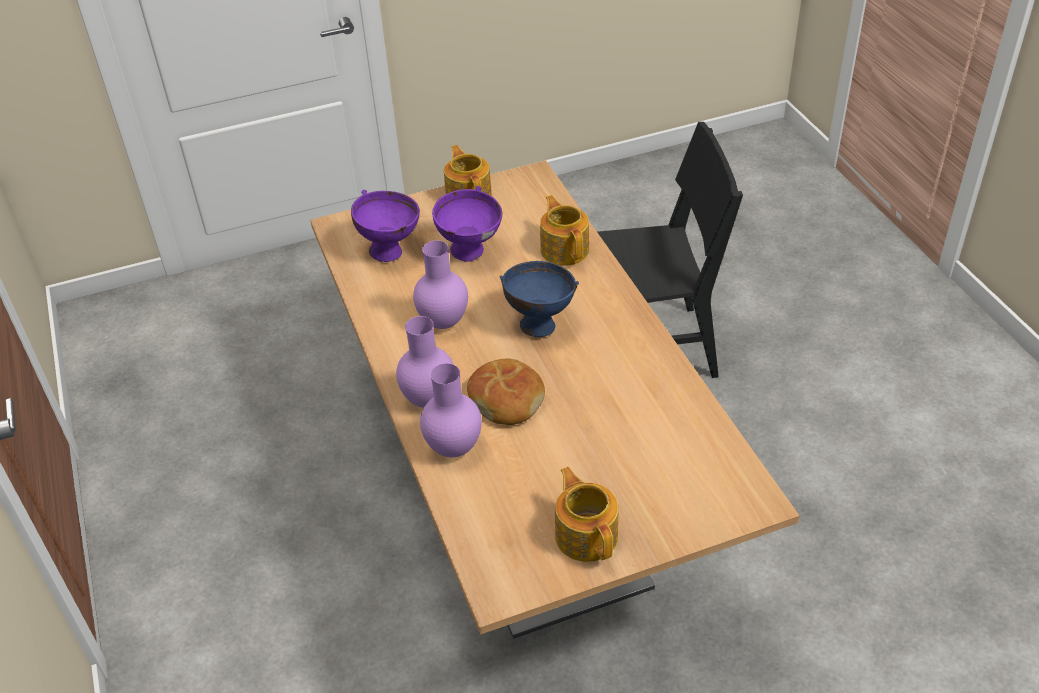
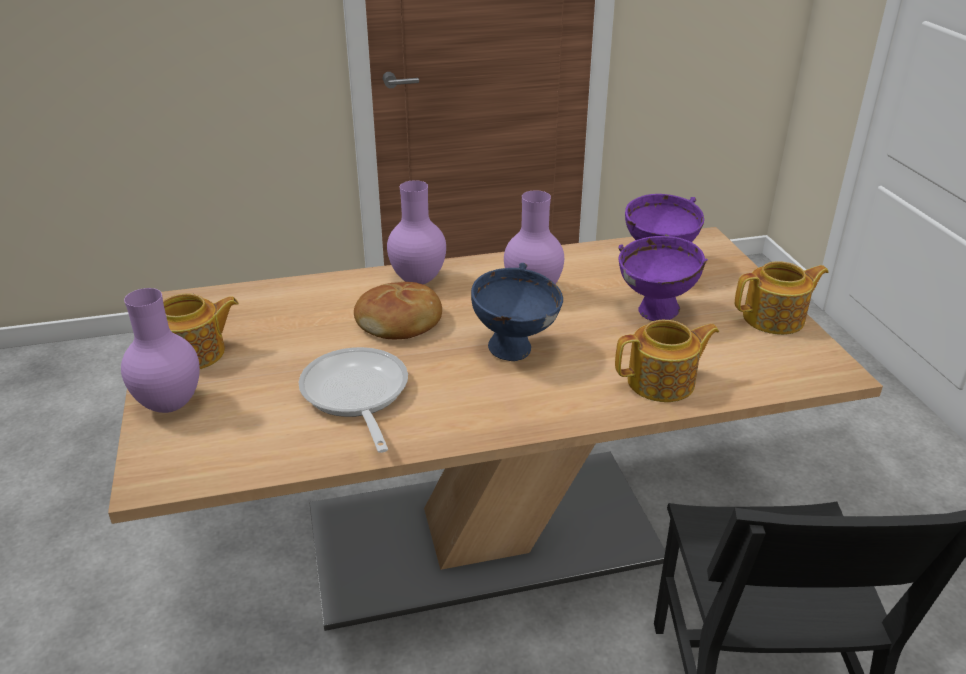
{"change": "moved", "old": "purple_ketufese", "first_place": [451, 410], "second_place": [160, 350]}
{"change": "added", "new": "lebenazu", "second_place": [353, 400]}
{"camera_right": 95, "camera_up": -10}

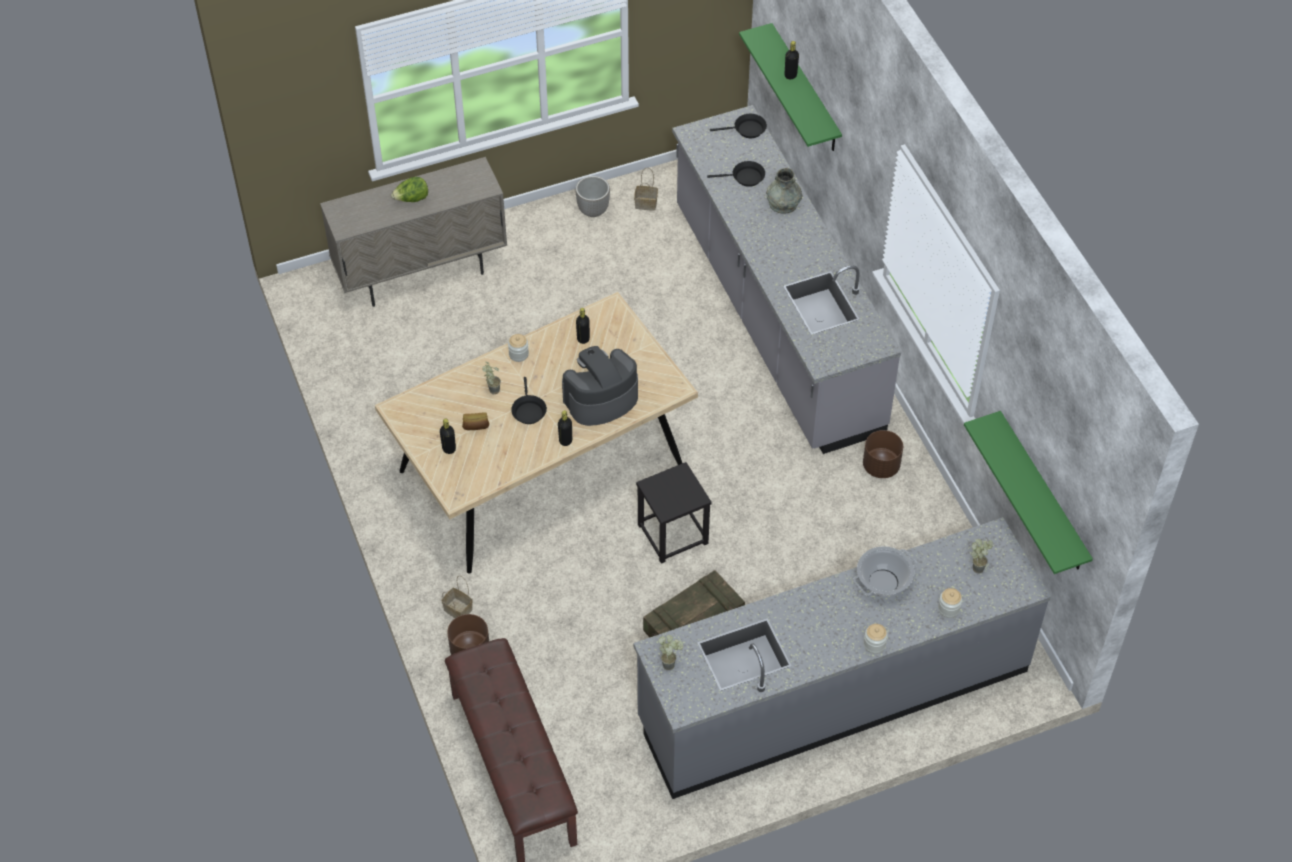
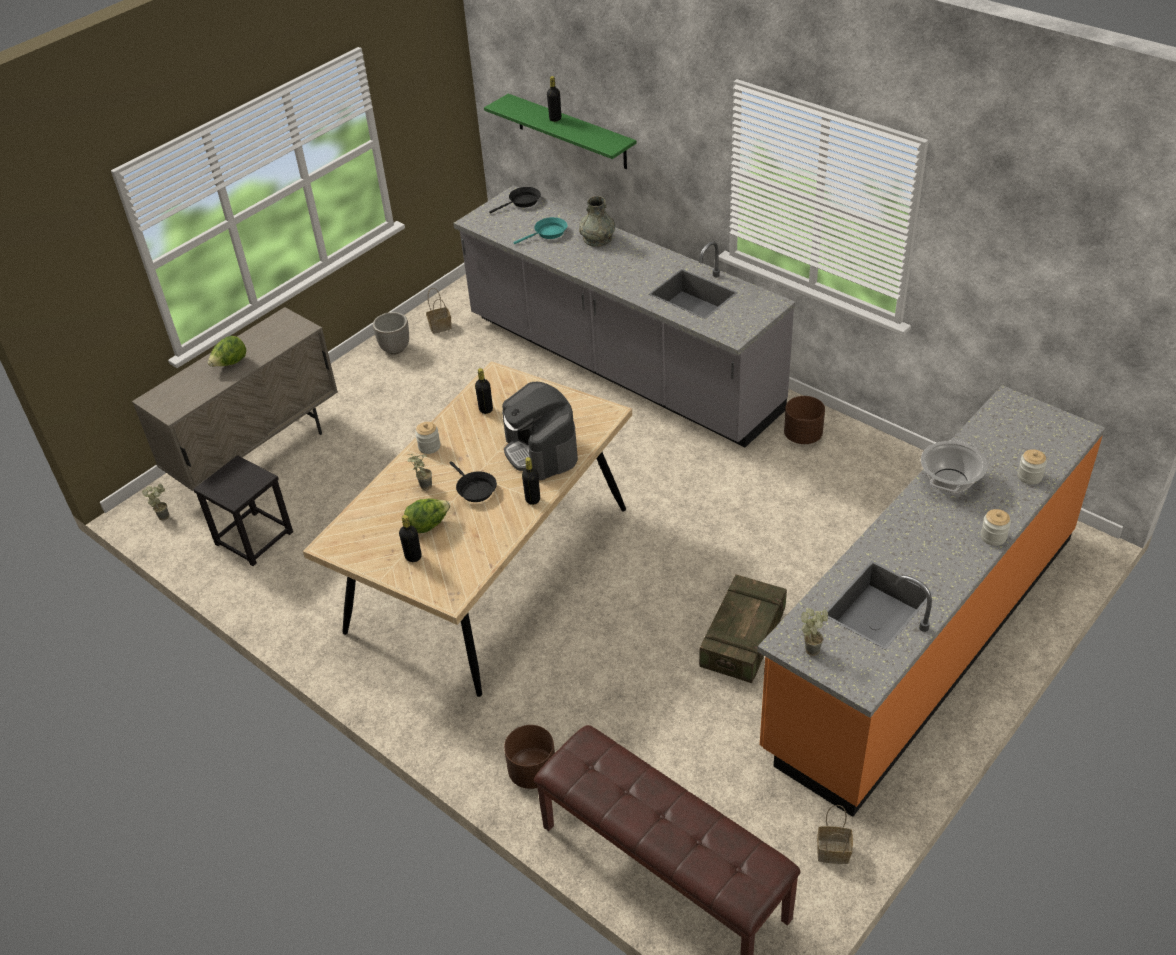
{"change": "recoloured", "old": "black_lebenazu", "new": "turquoise_lebenazu", "first_place": [736, 174], "second_place": [540, 230]}
{"change": "turned", "old": "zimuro", "first_place": [600, 386], "second_place": [540, 431], "degrees": -60}
{"change": "removed", "old": "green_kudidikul", "first_place": [1028, 492]}
{"change": "replaced", "old": "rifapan", "new": "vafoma", "first_place": [475, 421], "second_place": [427, 516]}
{"change": "moved", "old": "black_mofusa", "first_place": [674, 513], "second_place": [243, 510]}
{"change": "recoloured", "old": "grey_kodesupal", "new": "orange_kodesupal", "first_place": [842, 658], "second_place": [931, 601]}
{"change": "moved", "old": "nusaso", "first_place": [982, 556], "second_place": [155, 502]}
{"change": "moved", "old": "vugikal", "first_place": [457, 597], "second_place": [835, 834]}
{"camera_right": -25, "camera_up": -10}

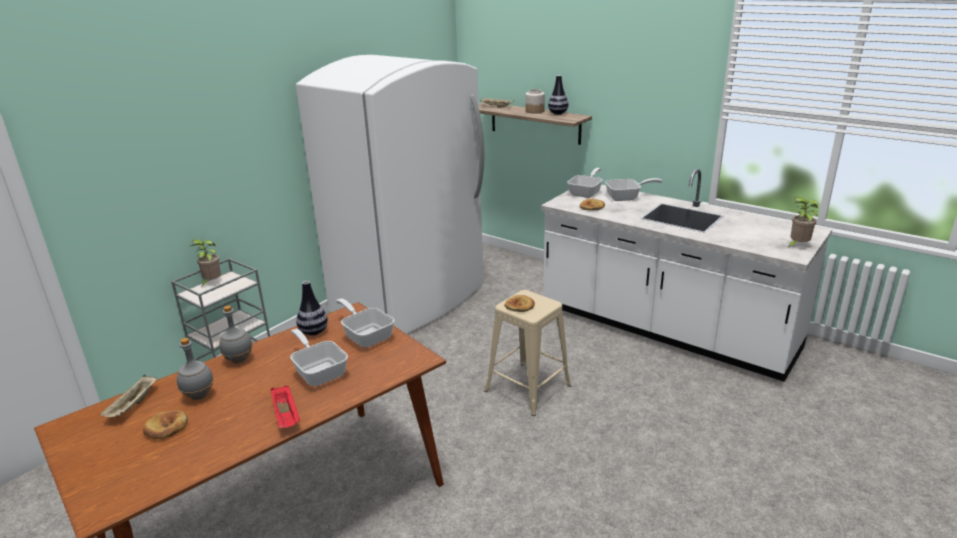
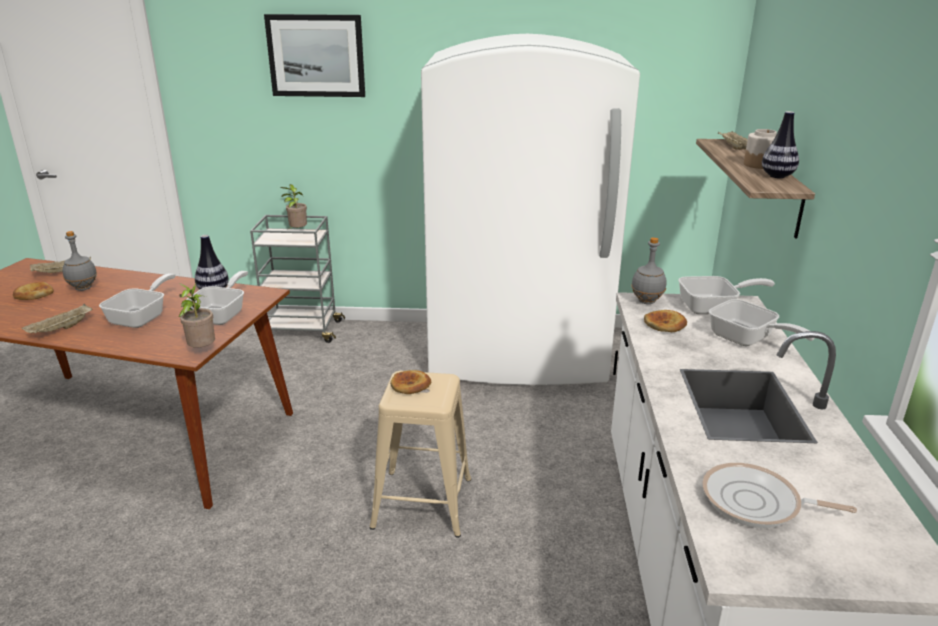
{"change": "moved", "old": "nusaso", "first_place": [804, 222], "second_place": [197, 314]}
{"change": "moved", "old": "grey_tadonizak", "first_place": [236, 335], "second_place": [649, 270]}
{"change": "recoloured", "old": "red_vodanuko", "new": "beige_vodanuko", "first_place": [285, 406], "second_place": [57, 318]}
{"change": "added", "new": "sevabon", "second_place": [314, 55]}
{"change": "added", "new": "lebenazu", "second_place": [779, 495]}
{"camera_right": 55, "camera_up": 0}

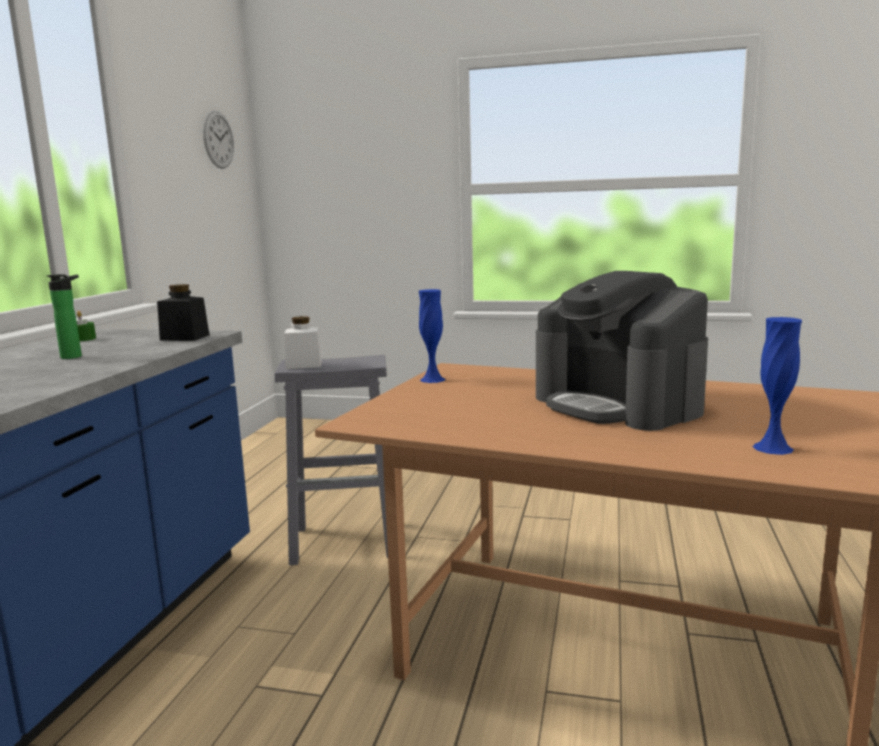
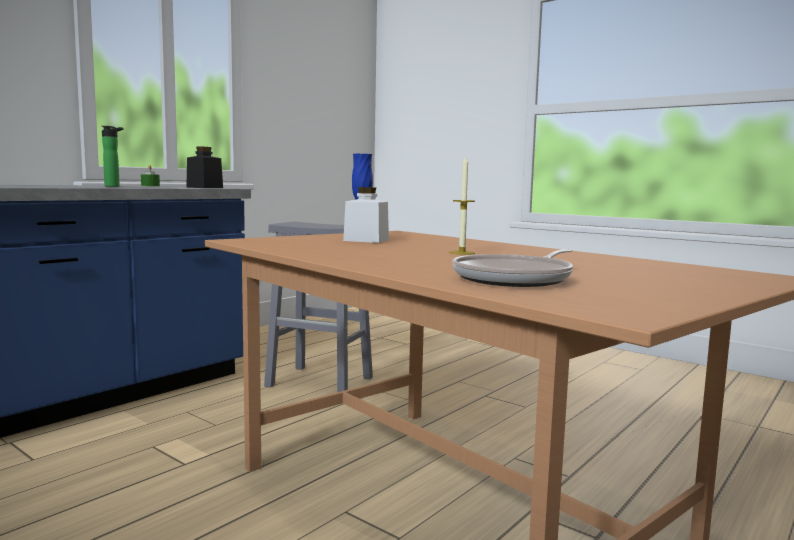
{"change": "removed", "old": "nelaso", "first_place": [218, 140]}
{"change": "replaced", "old": "zimuro", "new": "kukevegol", "first_place": [622, 351], "second_place": [462, 205]}
{"change": "moved", "old": "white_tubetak", "first_place": [303, 342], "second_place": [366, 215]}
{"change": "replaced", "old": "blue_ketufese", "new": "lebenazu", "first_place": [777, 386], "second_place": [512, 268]}
{"camera_right": 25, "camera_up": -5}

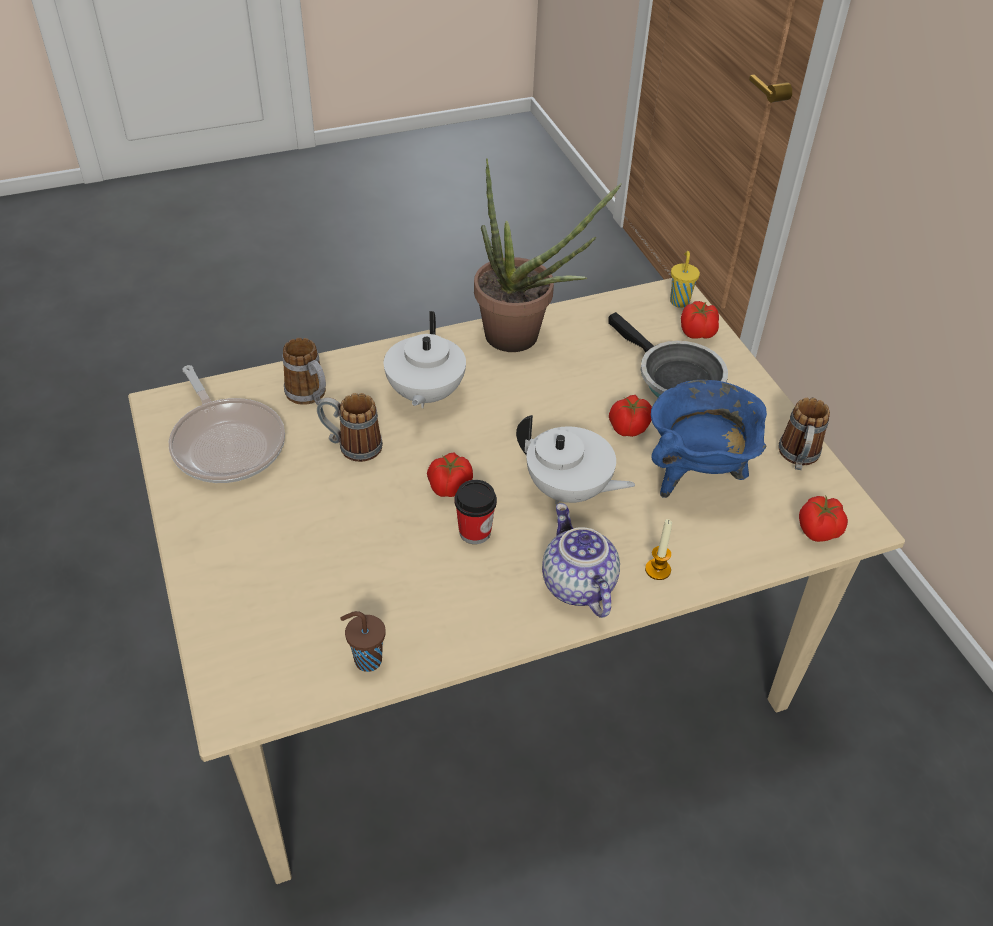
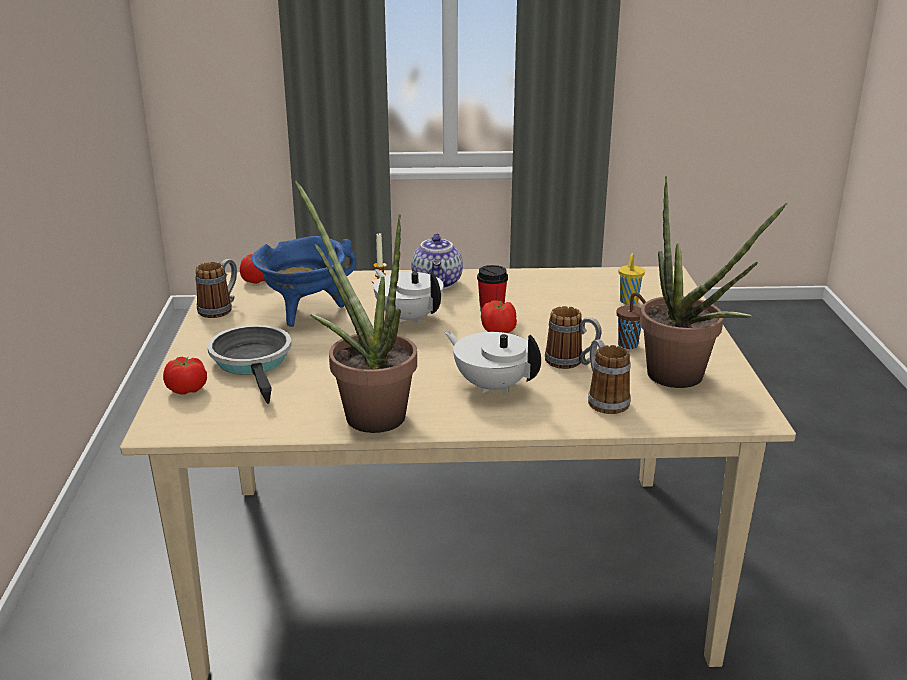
{"change": "moved", "old": "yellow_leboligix", "first_place": [685, 279], "second_place": [631, 279]}
{"change": "turned", "old": "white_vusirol", "first_place": [425, 359], "second_place": [493, 363], "degrees": -75}
{"change": "replaced", "old": "lebenazu", "new": "nusaso", "first_place": [227, 424], "second_place": [713, 281]}
{"change": "removed", "old": "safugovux", "first_place": [630, 416]}
{"change": "moved", "old": "brown_leboligix", "first_place": [363, 641], "second_place": [631, 320]}
{"camera_right": -160, "camera_up": -20}

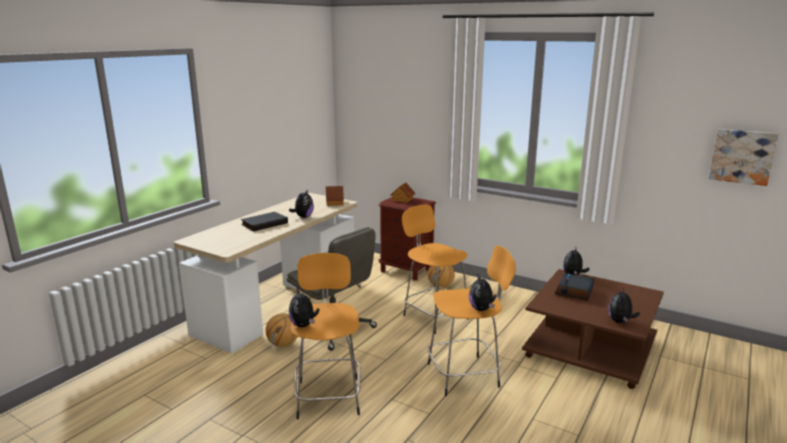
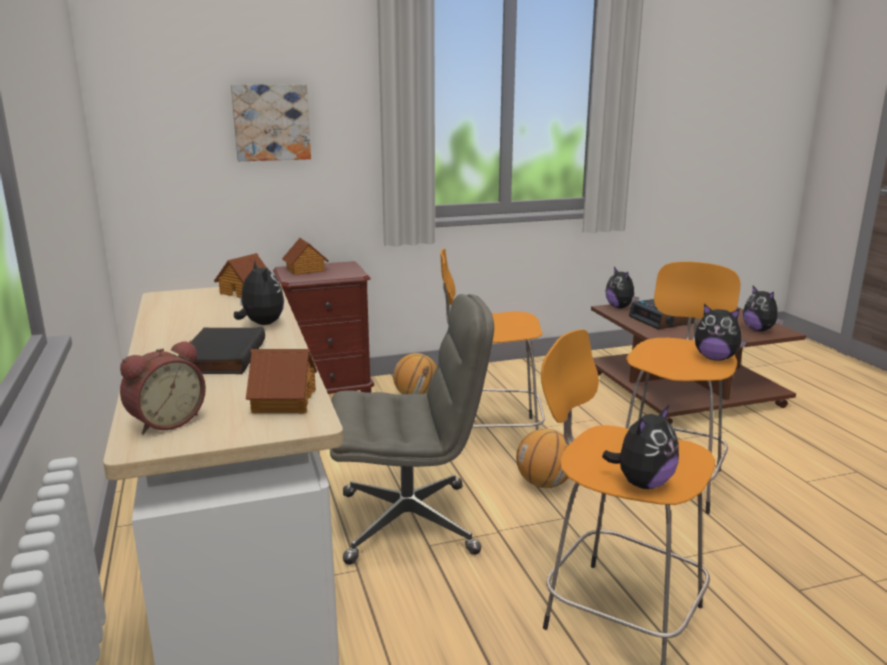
{"change": "moved", "old": "sevabon", "first_place": [744, 157], "second_place": [271, 122]}
{"change": "turned", "old": "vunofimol", "first_place": [304, 308], "second_place": [640, 447], "degrees": -60}
{"change": "moved", "old": "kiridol", "first_place": [281, 330], "second_place": [542, 458]}
{"change": "added", "new": "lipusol", "second_place": [163, 387]}
{"change": "added", "new": "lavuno", "second_place": [281, 381]}
{"camera_right": -50, "camera_up": 0}

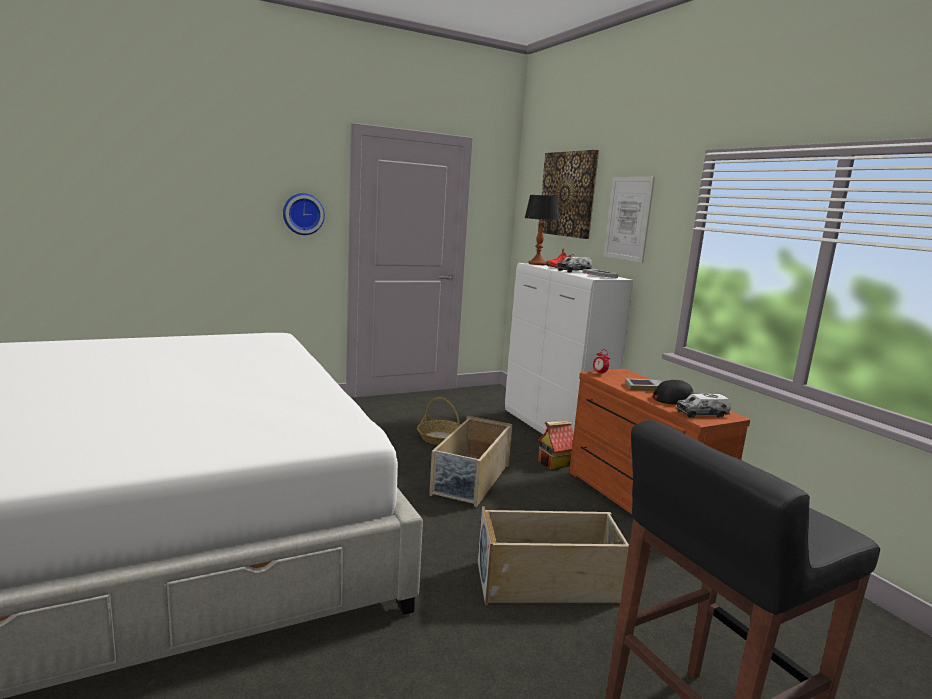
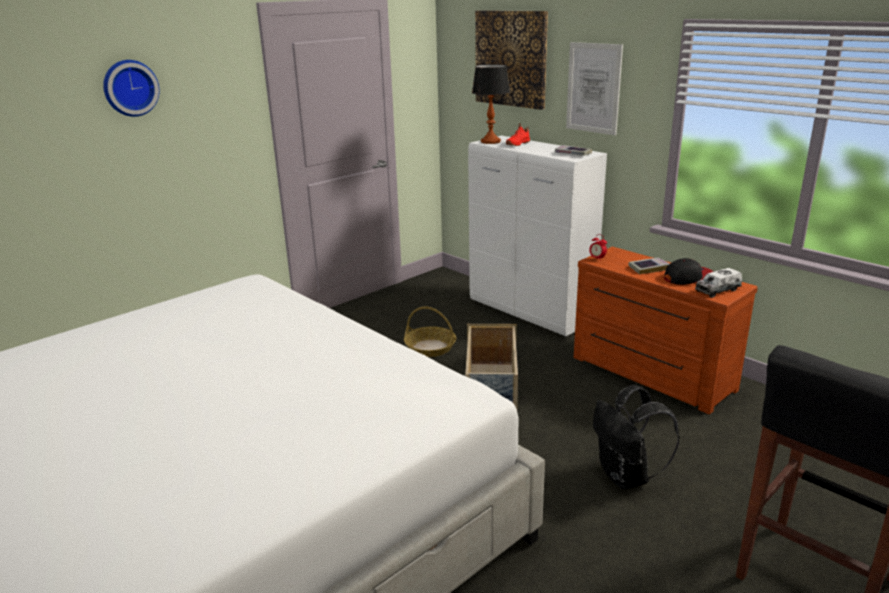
{"change": "moved", "old": "nelaso", "first_place": [304, 214], "second_place": [131, 88]}
{"change": "removed", "old": "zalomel", "first_place": [574, 265]}
{"change": "removed", "old": "lavuno", "first_place": [555, 445]}
{"change": "replaced", "old": "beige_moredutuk", "new": "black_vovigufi", "first_place": [553, 556], "second_place": [636, 437]}
{"camera_right": -15, "camera_up": 10}

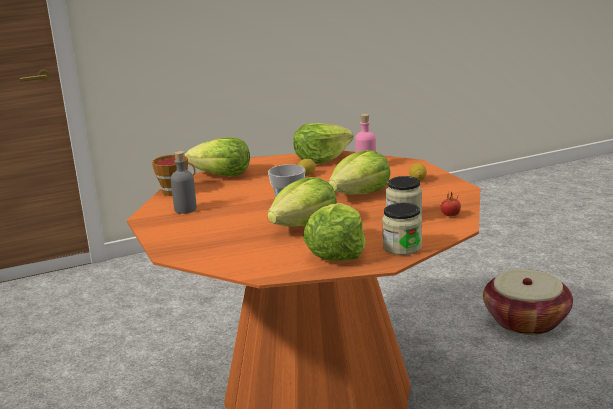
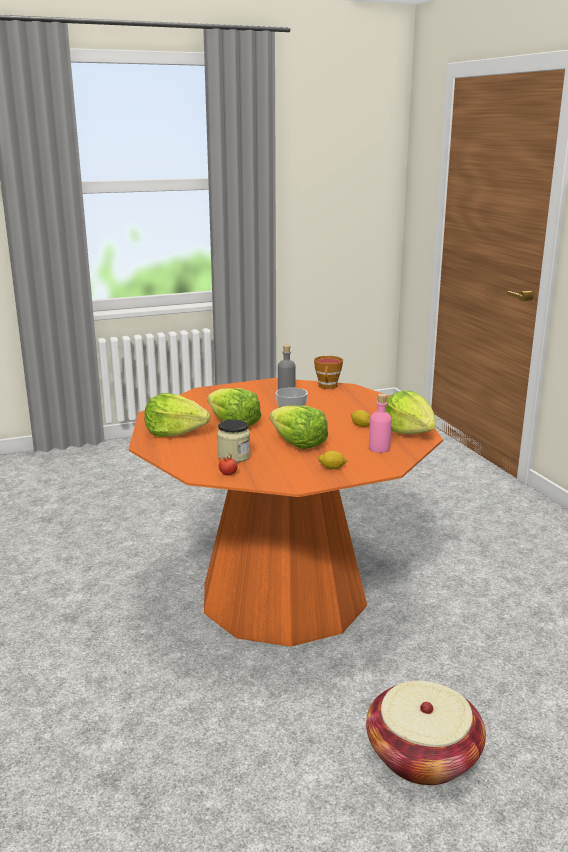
{"change": "removed", "old": "vafoma", "first_place": [217, 157]}
{"change": "removed", "old": "tubetak", "first_place": [402, 229]}
{"camera_right": 90, "camera_up": 0}

